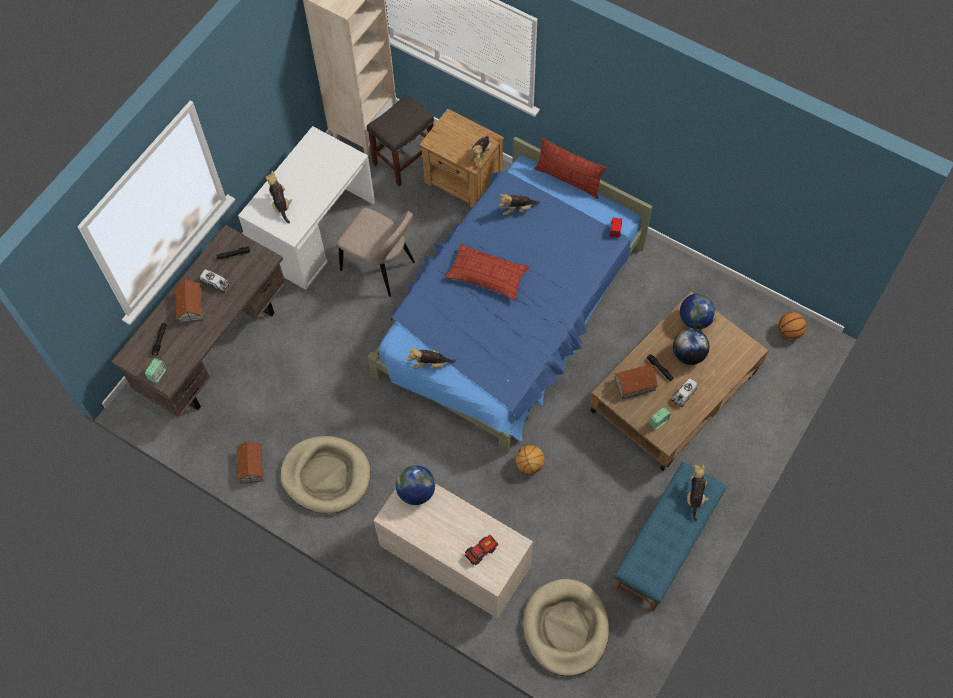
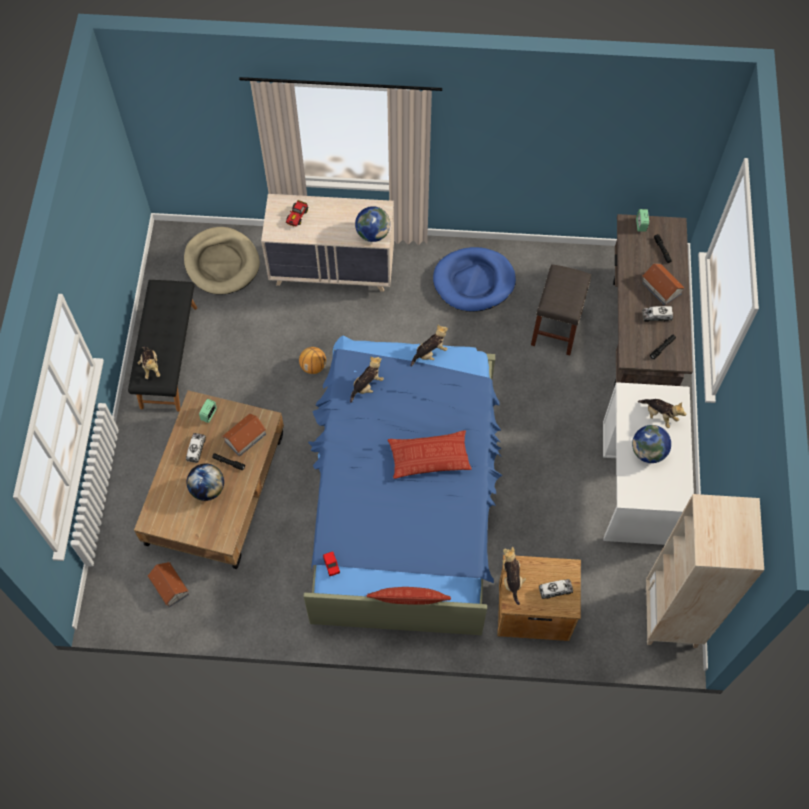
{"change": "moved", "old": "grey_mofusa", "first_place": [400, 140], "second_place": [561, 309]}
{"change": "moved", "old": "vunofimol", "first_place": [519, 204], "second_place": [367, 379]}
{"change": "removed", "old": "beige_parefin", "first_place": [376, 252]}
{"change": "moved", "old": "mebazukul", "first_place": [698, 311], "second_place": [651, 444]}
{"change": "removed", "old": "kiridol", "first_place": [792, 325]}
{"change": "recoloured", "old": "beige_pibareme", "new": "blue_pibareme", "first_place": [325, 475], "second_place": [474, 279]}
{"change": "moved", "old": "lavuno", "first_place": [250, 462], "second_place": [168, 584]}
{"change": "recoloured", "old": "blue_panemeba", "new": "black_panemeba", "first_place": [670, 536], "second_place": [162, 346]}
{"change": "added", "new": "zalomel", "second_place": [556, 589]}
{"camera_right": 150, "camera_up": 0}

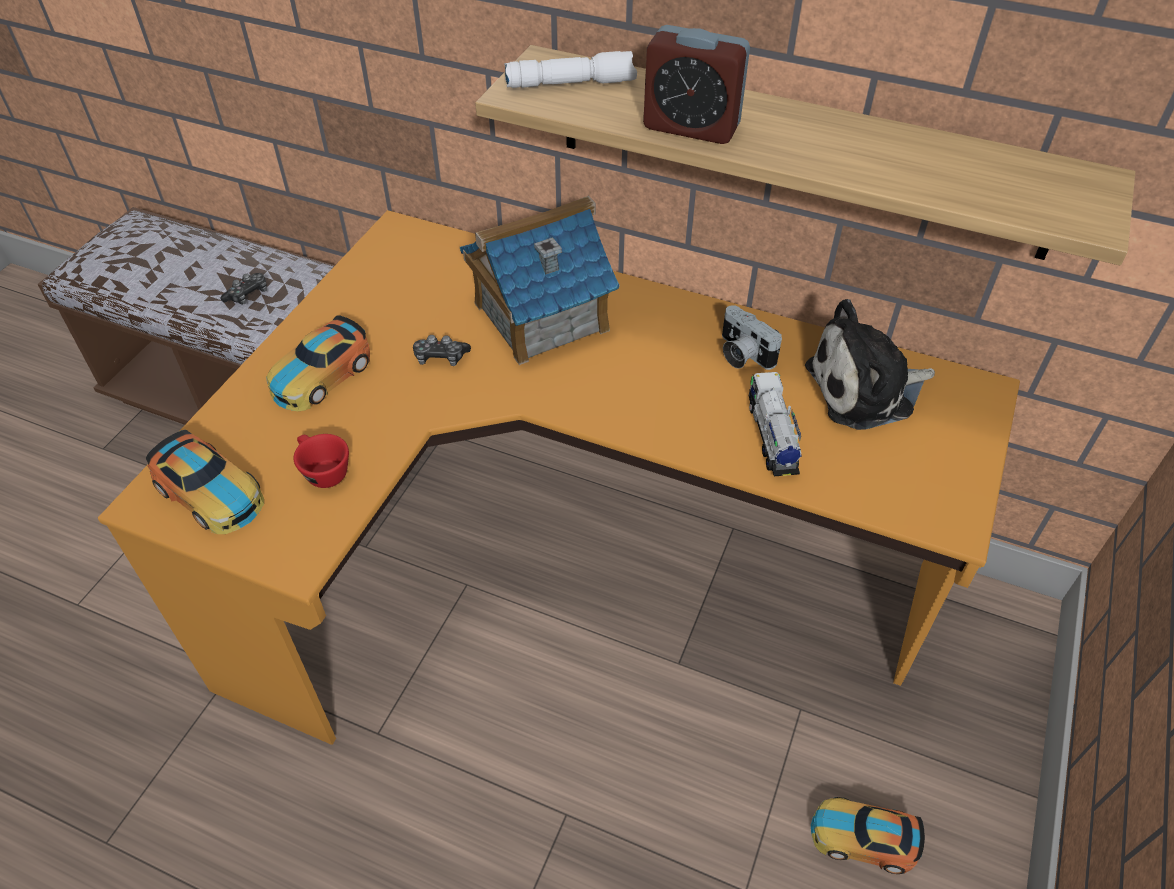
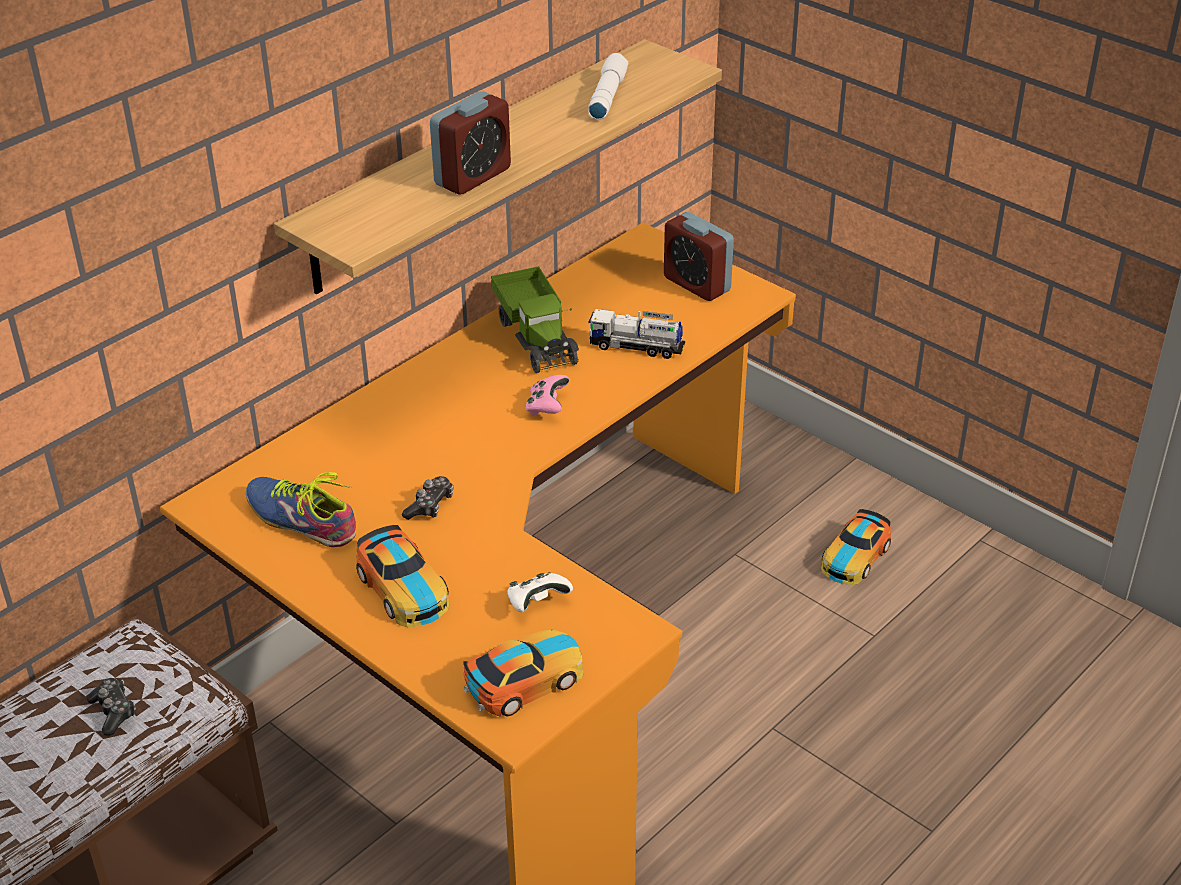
{"change": "moved", "old": "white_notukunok", "first_place": [570, 69], "second_place": [608, 86]}
{"change": "removed", "old": "lavuno", "first_place": [540, 280]}
{"change": "removed", "old": "vunofimol", "first_place": [870, 364]}
{"change": "replaced", "old": "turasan", "new": "zalomel", "first_place": [752, 337], "second_place": [535, 319]}
{"change": "replaced", "old": "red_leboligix", "new": "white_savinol", "first_place": [321, 461], "second_place": [540, 592]}
{"change": "added", "new": "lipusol", "second_place": [699, 256]}
{"change": "added", "new": "pink_savinol", "second_place": [547, 395]}
{"change": "added", "new": "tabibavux", "second_place": [301, 509]}
{"camera_right": -70, "camera_up": -10}

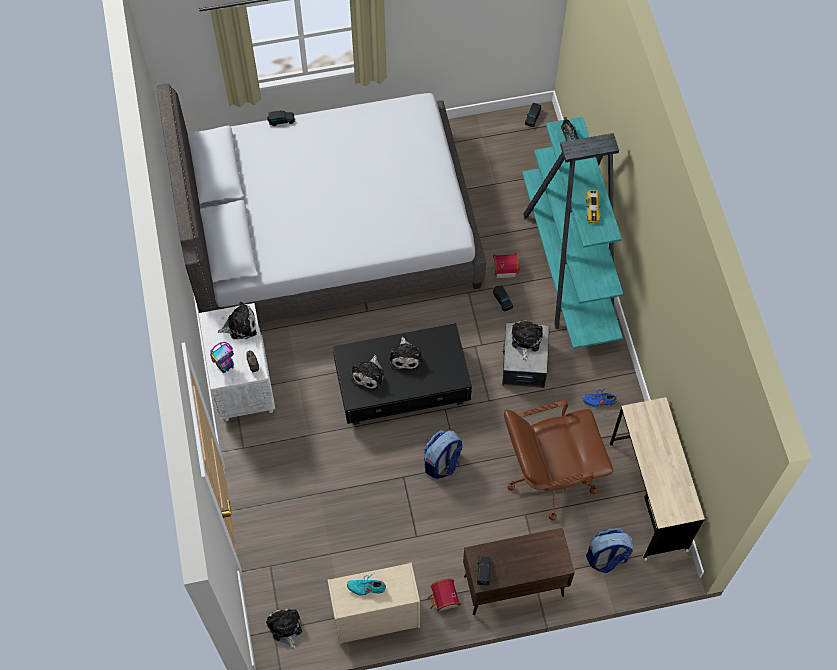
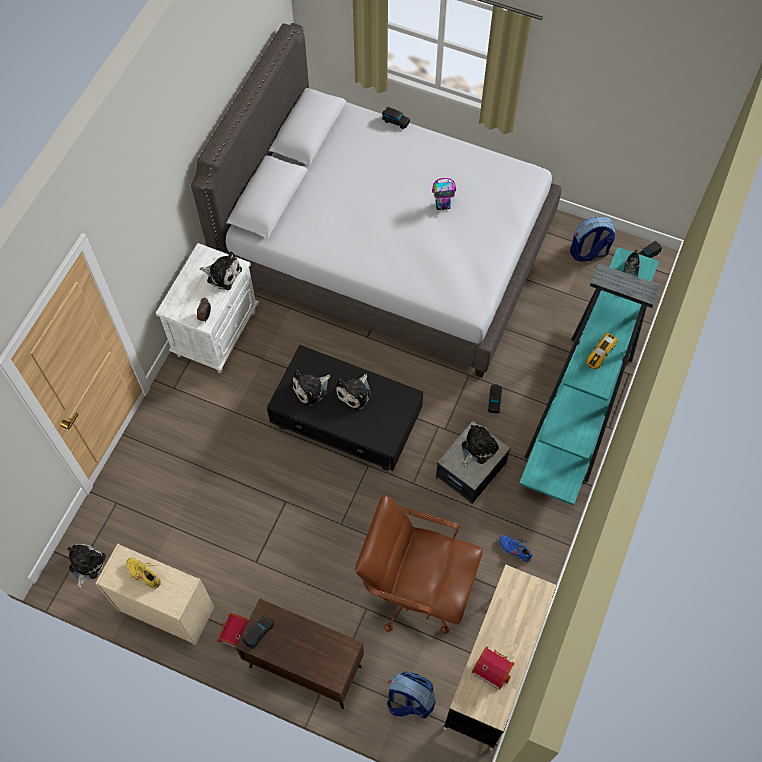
{"change": "moved", "old": "lavuno", "first_place": [506, 266], "second_place": [493, 668]}
{"change": "moved", "old": "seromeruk", "first_place": [222, 357], "second_place": [444, 194]}
{"change": "moved", "old": "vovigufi", "first_place": [443, 454], "second_place": [592, 239]}
{"change": "recoloured", "old": "turquoise_tabibavux", "new": "yellow_tabibavux", "first_place": [366, 585], "second_place": [143, 573]}
{"camera_right": 35, "camera_up": 0}

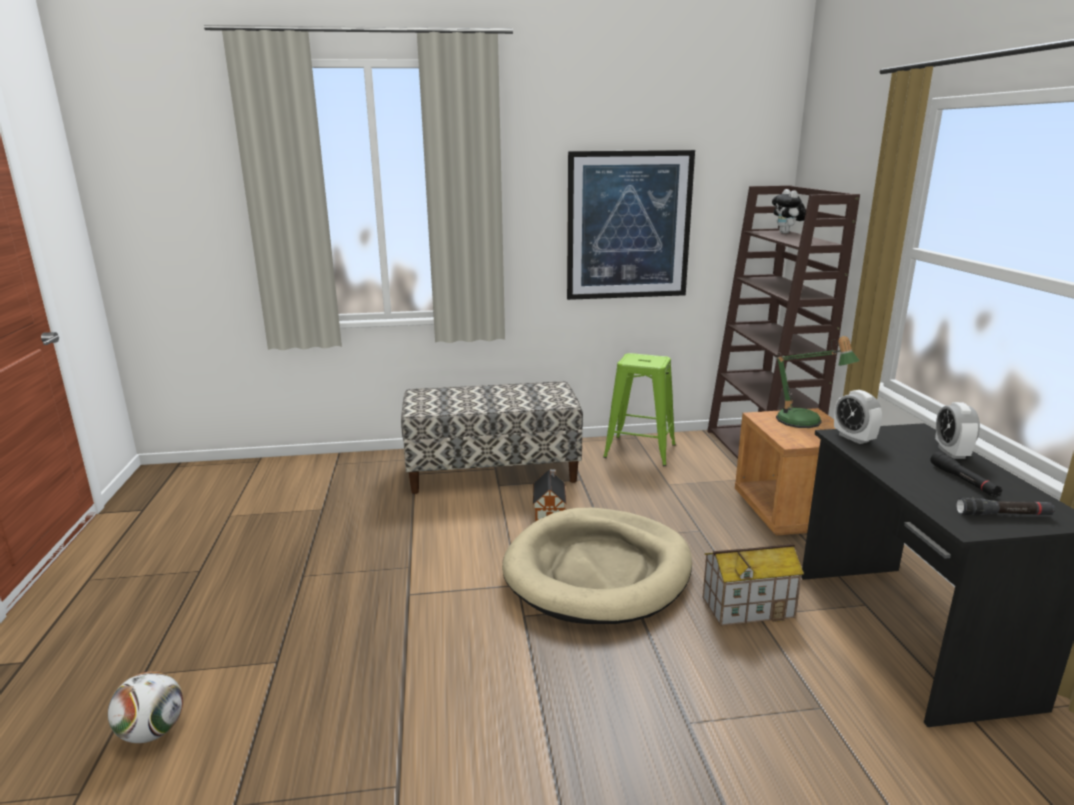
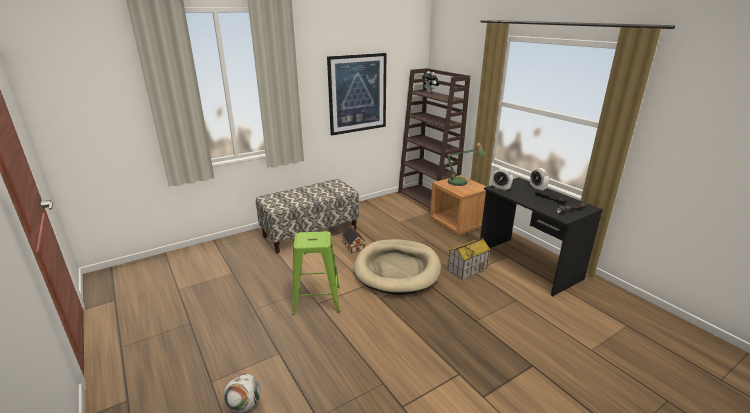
{"change": "moved", "old": "green_mofusa", "first_place": [639, 409], "second_place": [316, 273]}
{"camera_right": -25, "camera_up": 5}

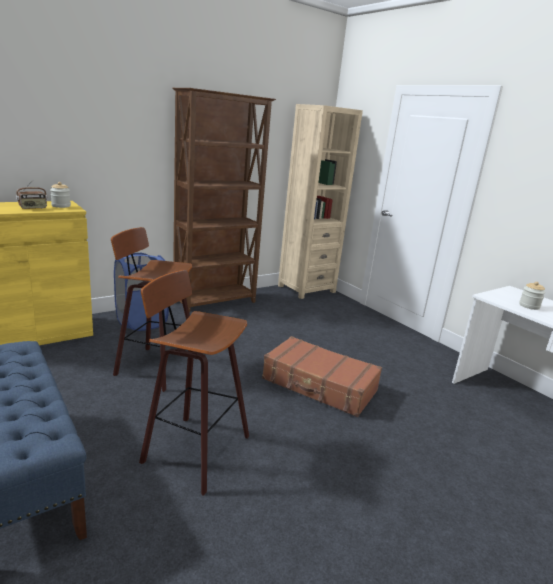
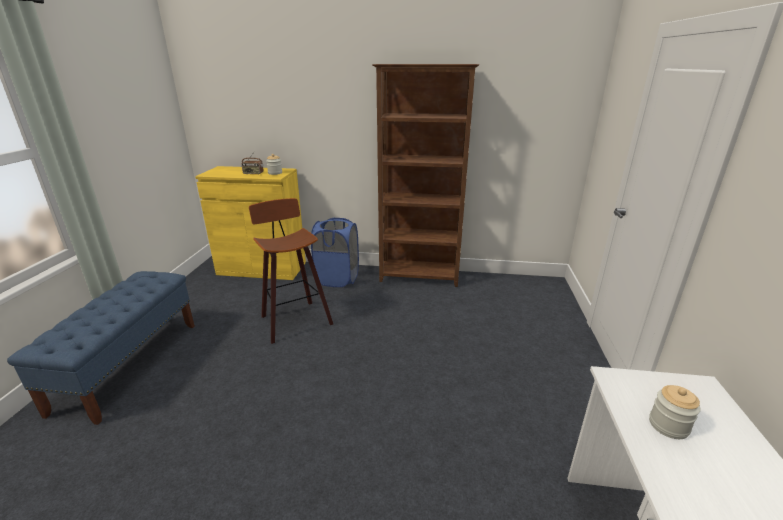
{"change": "removed", "old": "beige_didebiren", "first_place": [320, 201]}
{"change": "removed", "old": "mofusa", "first_place": [194, 383]}
{"change": "removed", "old": "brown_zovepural", "first_place": [322, 376]}
{"camera_right": 45, "camera_up": 5}

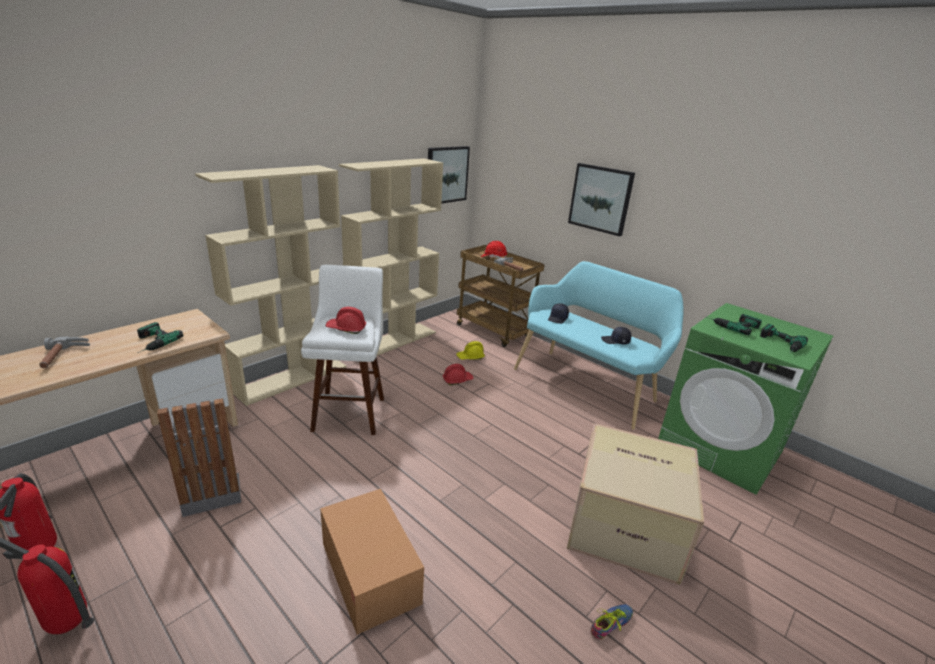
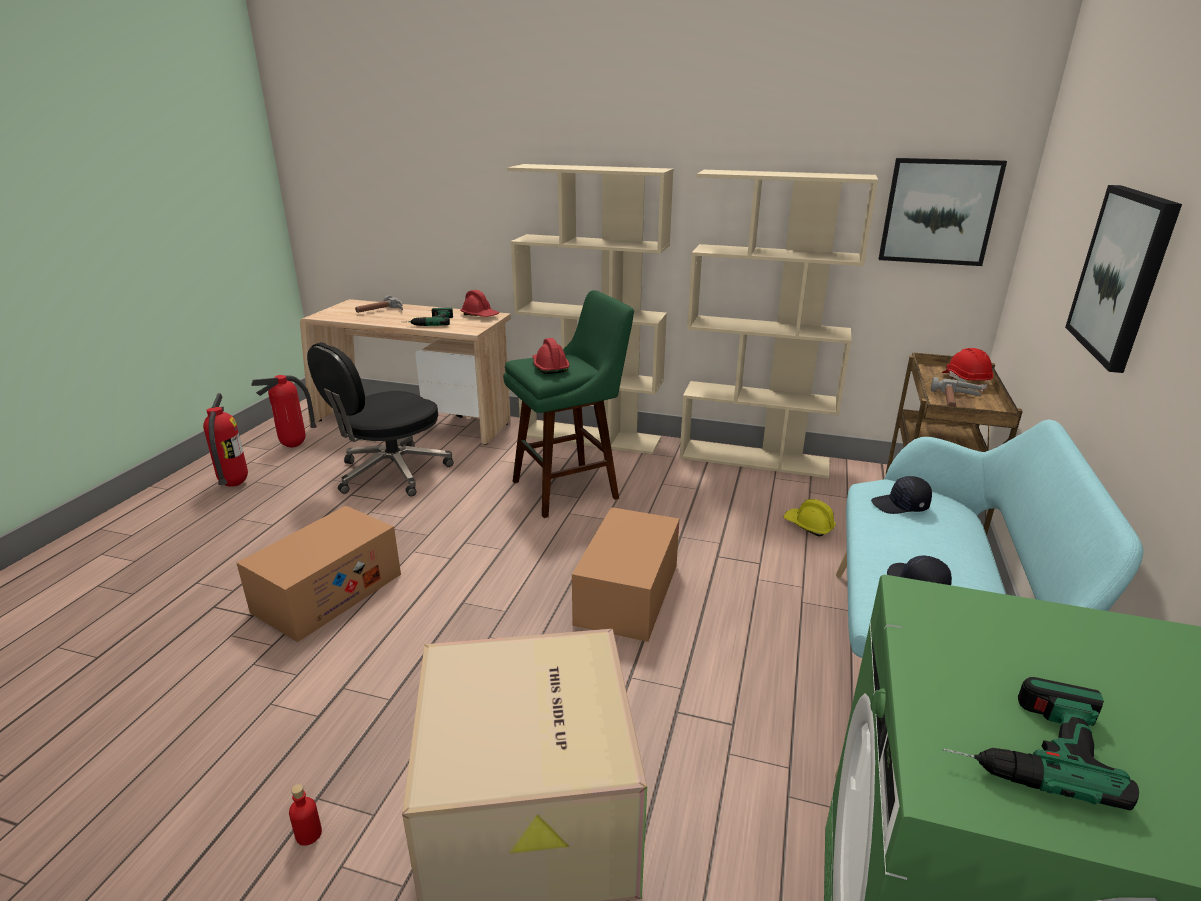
{"change": "recoloured", "old": "white_mofusa", "new": "green_mofusa", "first_place": [342, 350], "second_place": [568, 404]}
{"change": "removed", "old": "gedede", "first_place": [734, 325]}
{"change": "moved", "old": "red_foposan", "first_place": [458, 374], "second_place": [479, 303]}
{"change": "replaced", "old": "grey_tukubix", "new": "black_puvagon", "first_place": [199, 457], "second_place": [380, 419]}
{"change": "replaced", "old": "tabibavux", "new": "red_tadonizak", "first_place": [611, 622], "second_place": [305, 815]}
{"change": "added", "new": "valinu", "second_place": [625, 574]}
{"camera_right": 65, "camera_up": 0}

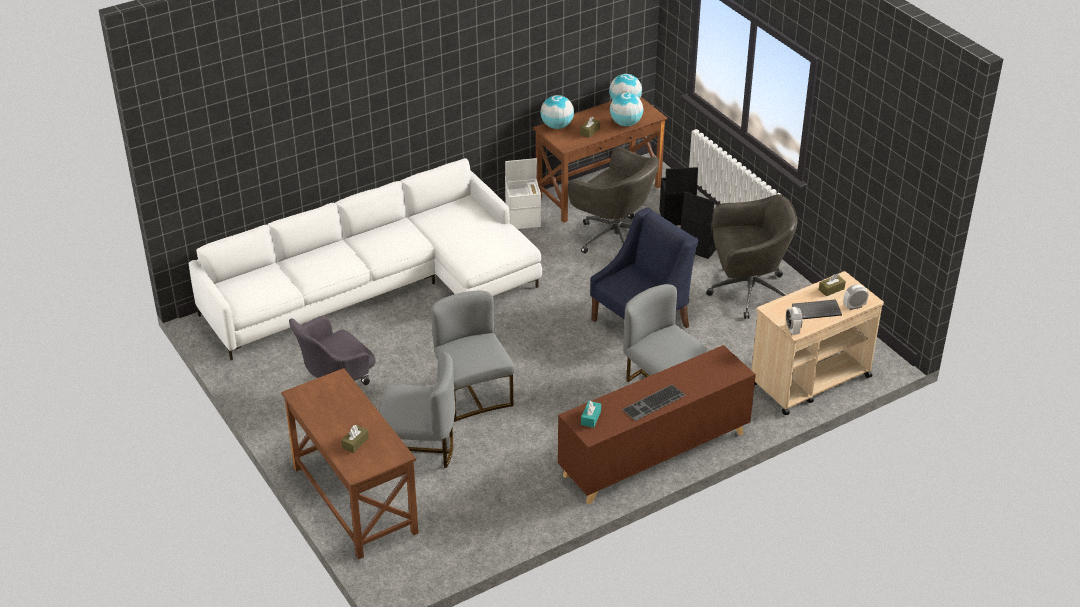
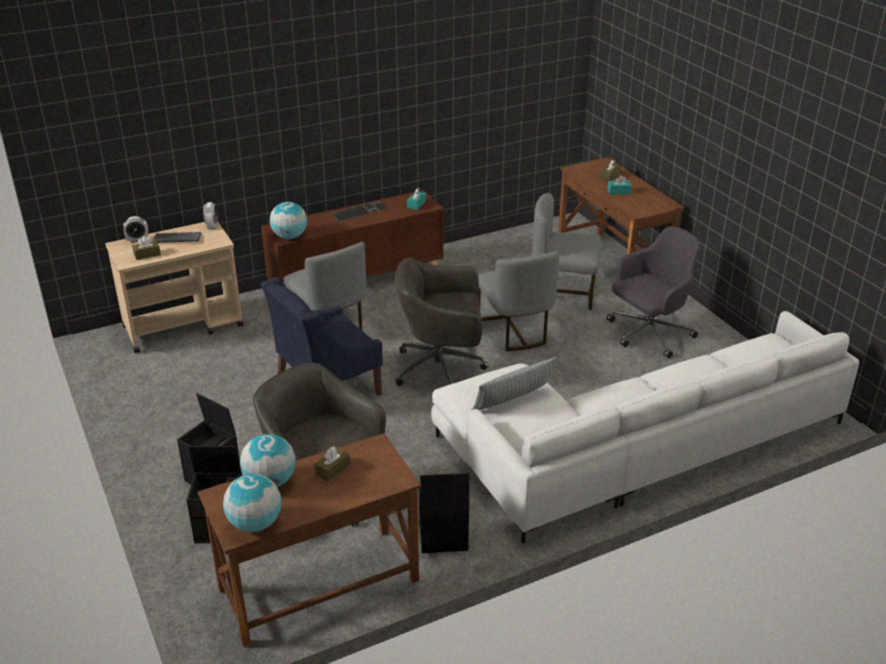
{"change": "moved", "old": "mebazukul", "first_place": [557, 112], "second_place": [288, 220]}
{"change": "recoloured", "old": "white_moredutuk", "new": "black_moredutuk", "first_place": [523, 193], "second_place": [444, 513]}
{"change": "moved", "old": "grey_puvagon", "first_place": [751, 256], "second_place": [442, 322]}
{"change": "added", "new": "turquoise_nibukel", "second_place": [620, 184]}
{"change": "added", "new": "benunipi", "second_place": [514, 383]}
{"camera_right": -175, "camera_up": -5}

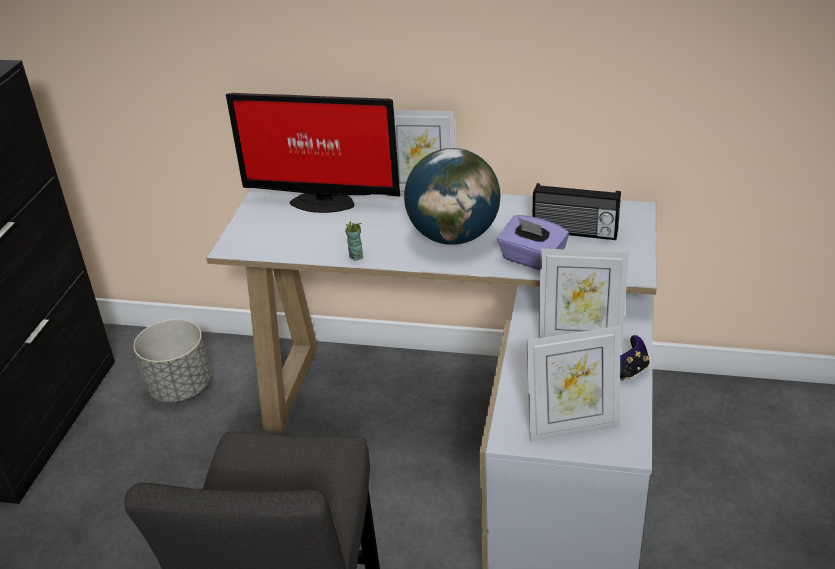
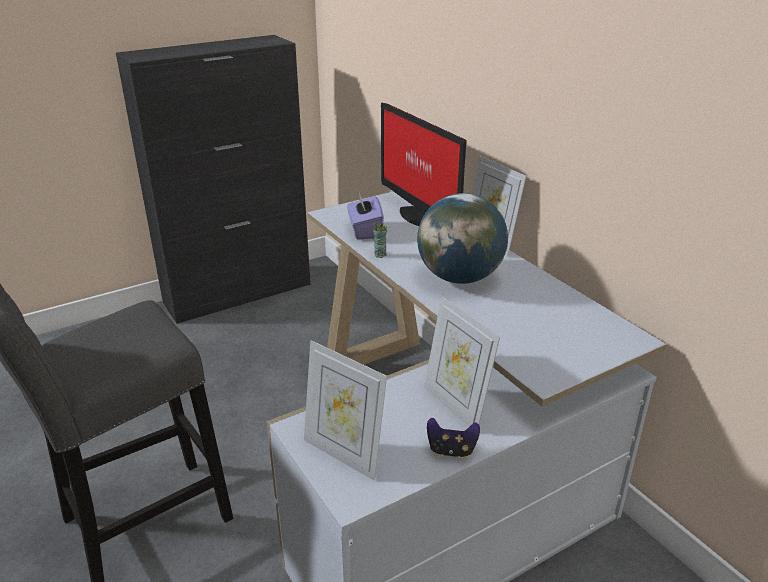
{"change": "removed", "old": "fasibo", "first_place": [577, 211]}
{"change": "moved", "old": "purple_nibukel", "first_place": [533, 242], "second_place": [365, 216]}
{"change": "removed", "old": "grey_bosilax", "first_place": [172, 360]}
{"camera_right": 45, "camera_up": -5}

